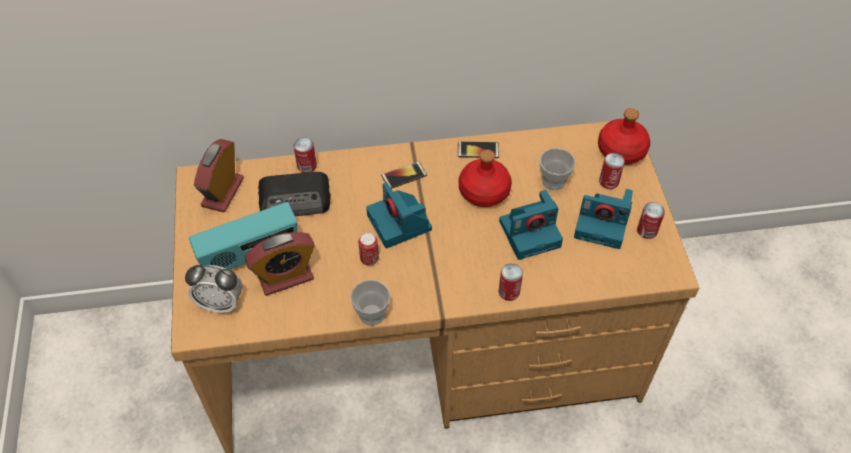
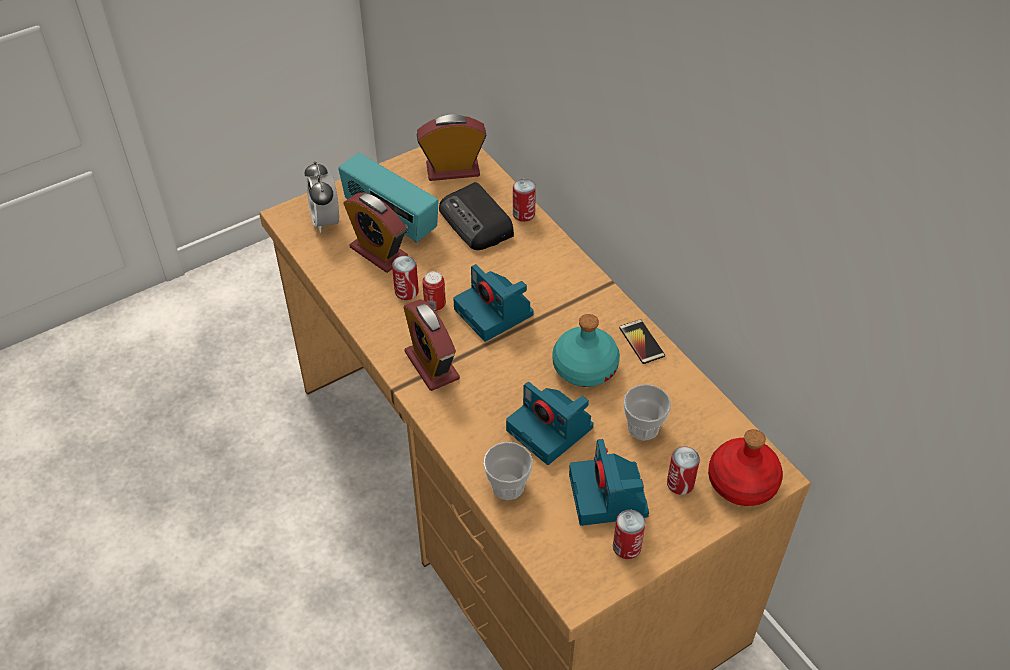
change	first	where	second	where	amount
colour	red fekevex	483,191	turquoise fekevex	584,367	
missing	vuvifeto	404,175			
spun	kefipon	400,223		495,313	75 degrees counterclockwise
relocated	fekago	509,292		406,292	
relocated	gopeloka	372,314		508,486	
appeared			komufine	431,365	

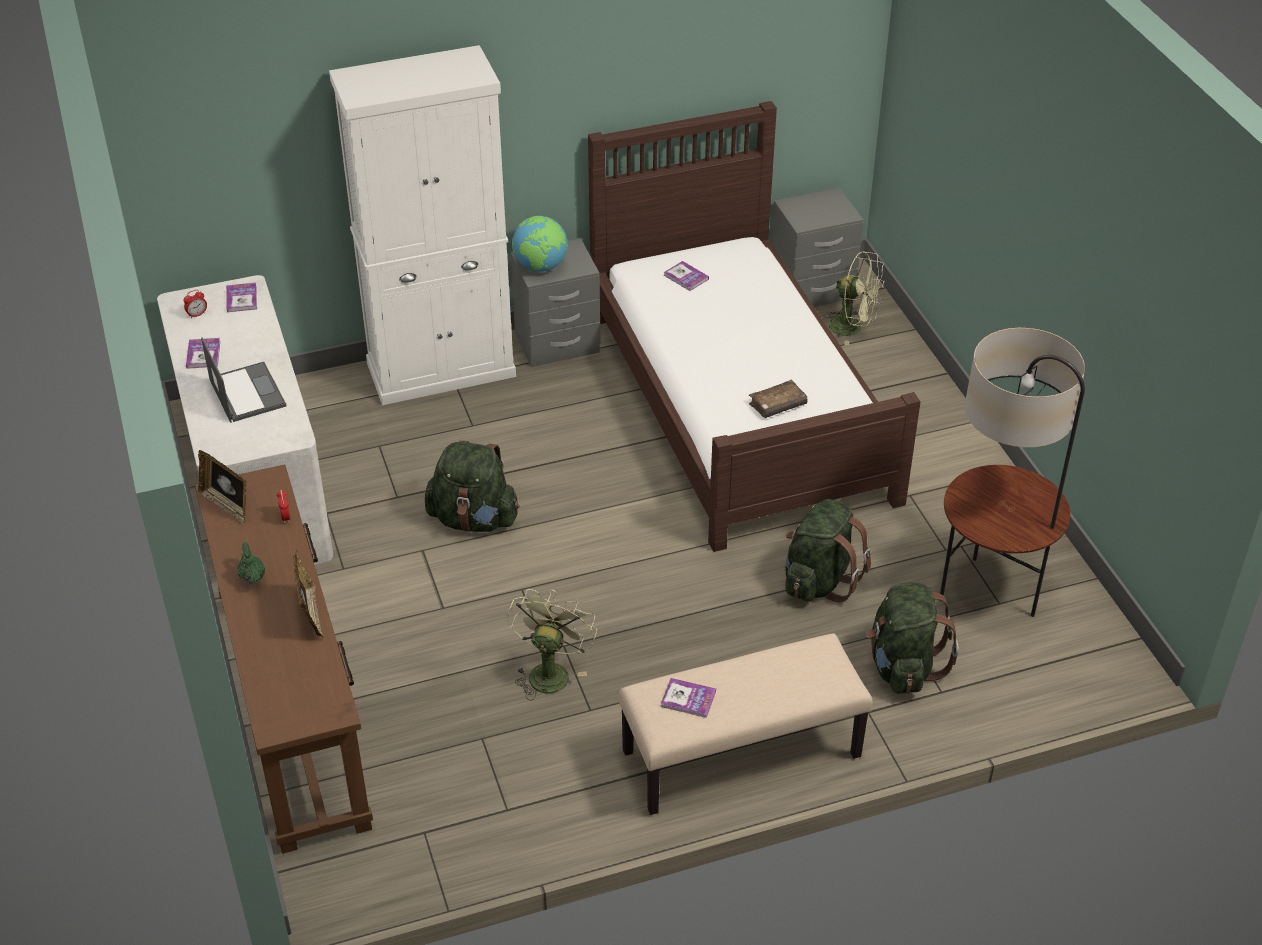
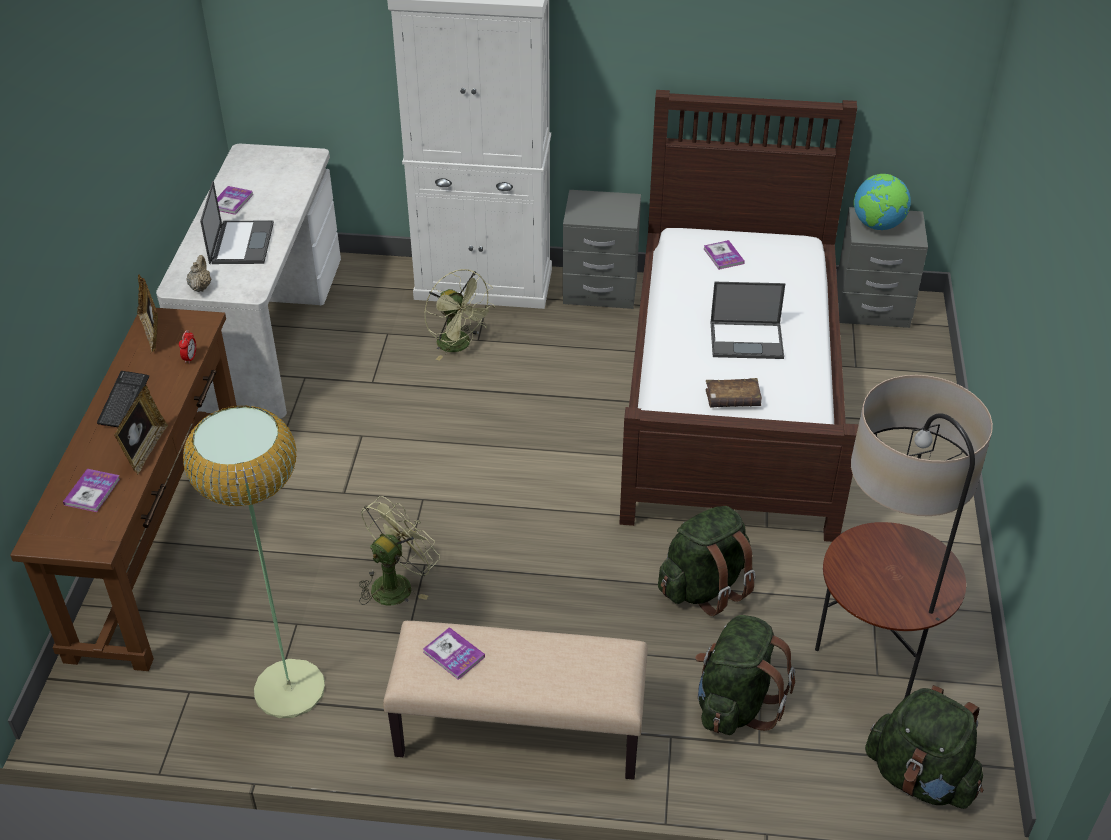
change	first	where	second	where	amount
relocated	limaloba	541,267		877,225	
relocated	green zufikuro	853,328		459,345	
relocated	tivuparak	241,298		92,491	
missing	komufine	197,314			
relocated	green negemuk	474,519		920,777	
exchanged	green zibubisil	252,577	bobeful	124,401	
appeared			beige zibubisil	200,287	
appeared			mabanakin	747,340	
appeared			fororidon	289,689	

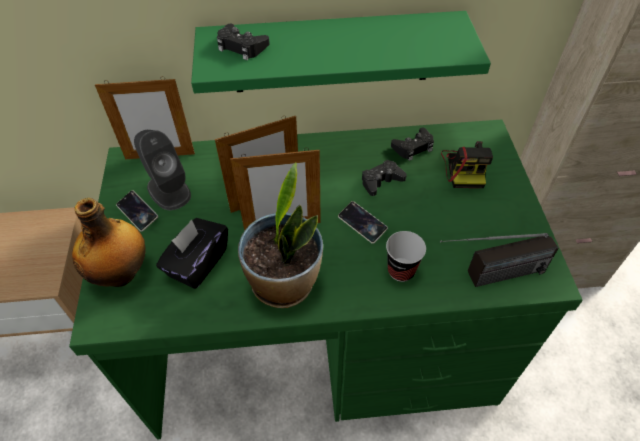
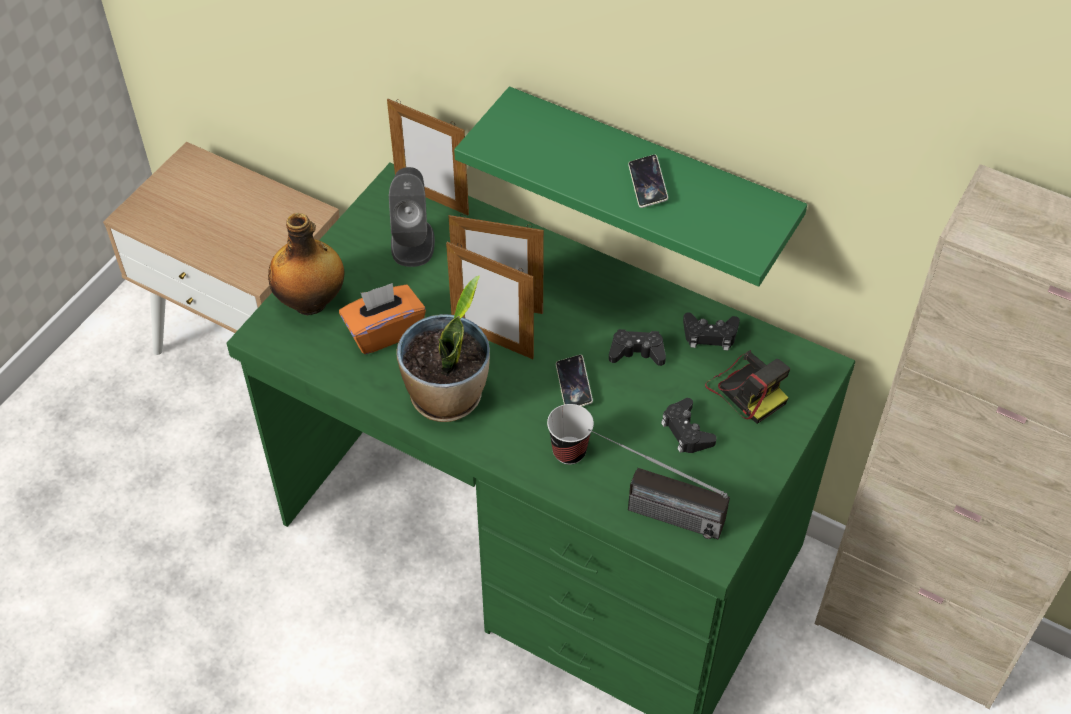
change	first	where	second	where	amount
relocated	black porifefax	241,47		686,431	
spun	kefipon	465,168		746,390	75 degrees counterclockwise
relocated	vuvifeto	137,212		647,184	
colour	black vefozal	197,263	orange vefozal	384,331	

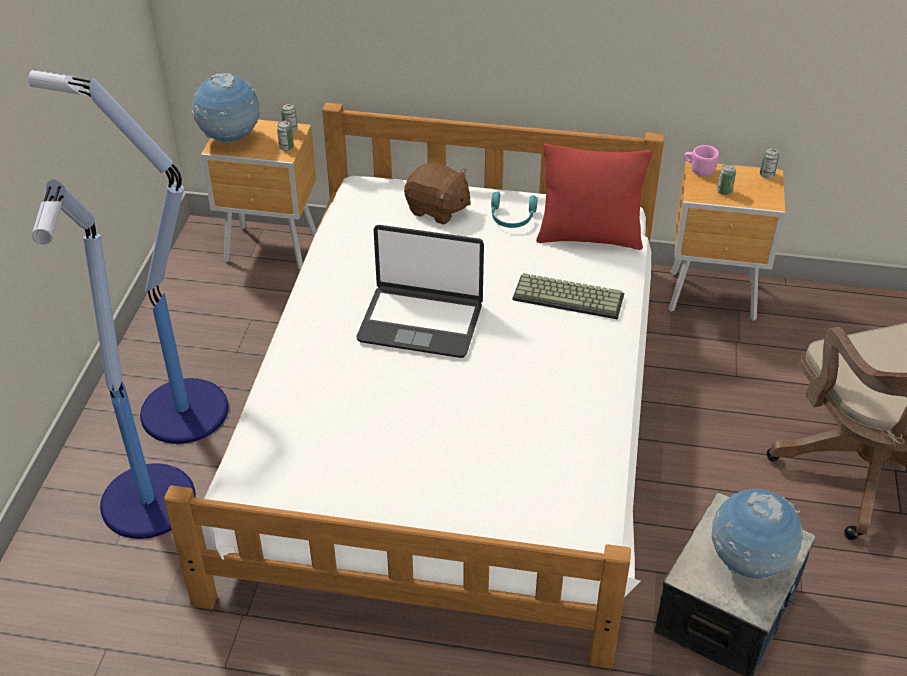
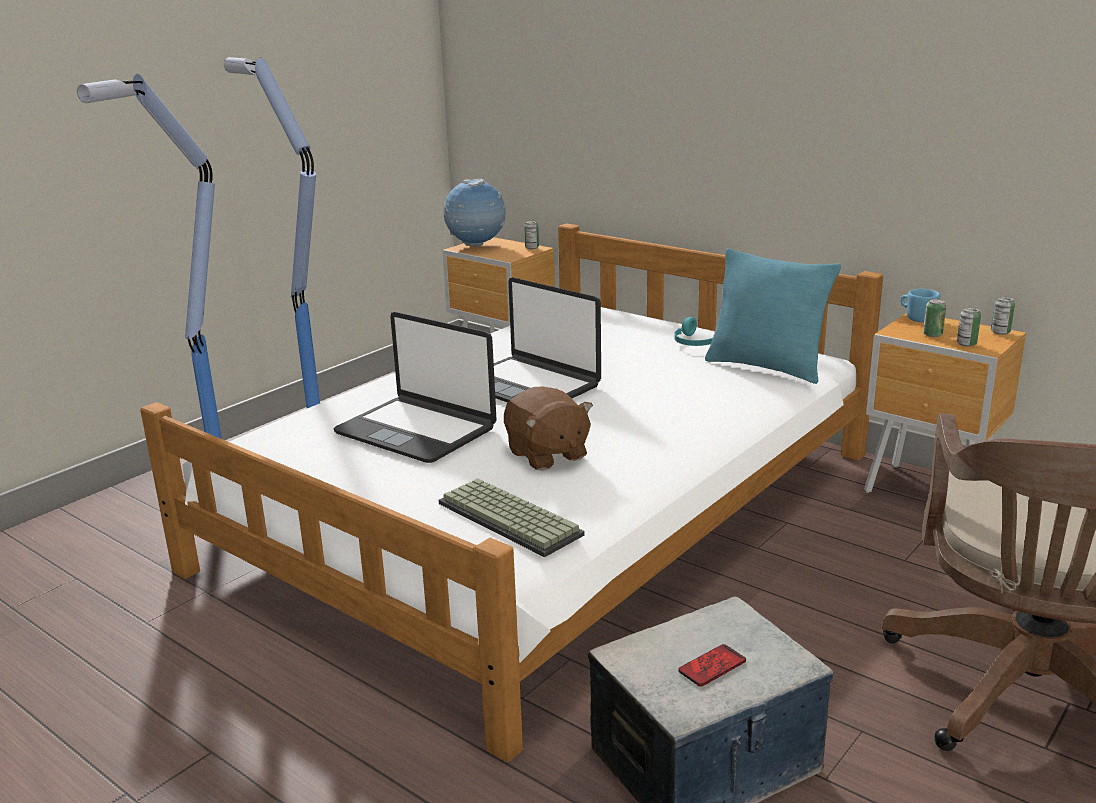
change	first	where	second	where	amount
relocated	fekago	286,147		966,344	
colour	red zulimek	589,237	turquoise zulimek	766,367	
colour	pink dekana	698,170	blue dekana	917,318	
relocated	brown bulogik	437,209		547,455	
relocated	bobeful	569,296		512,518	
exchanged	limaloba	748,563	vuvifeto	712,666	
appeared			mabanakin	417,430	

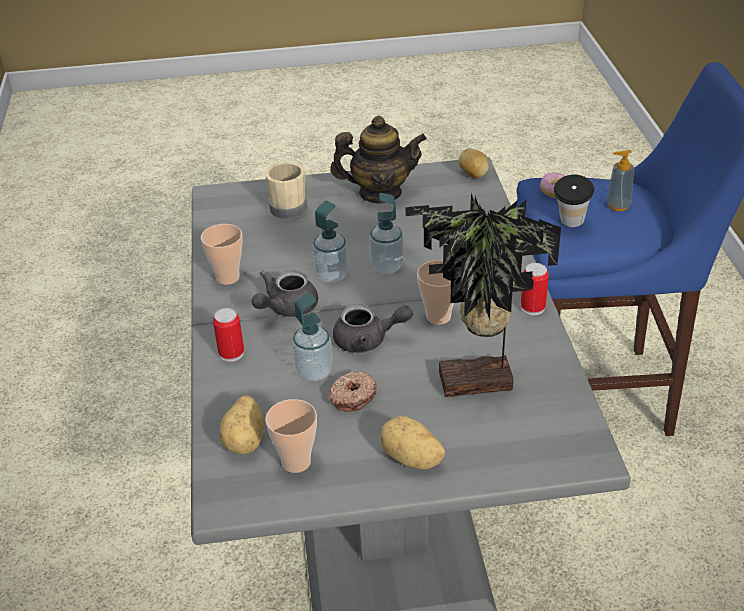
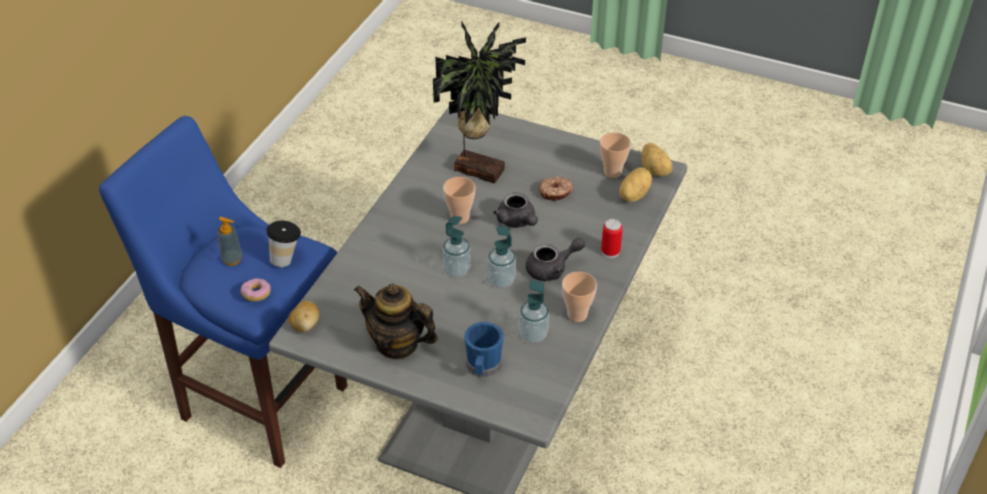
change	first	where	second	where	amount
colour	beige dekana	287,206	blue dekana	483,367	
missing	fekago	532,308			
relocated	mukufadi	314,372		533,335	
spun	grey zibubisil	368,340		517,222	150 degrees counterclockwise
relocated	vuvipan	411,459		655,170	

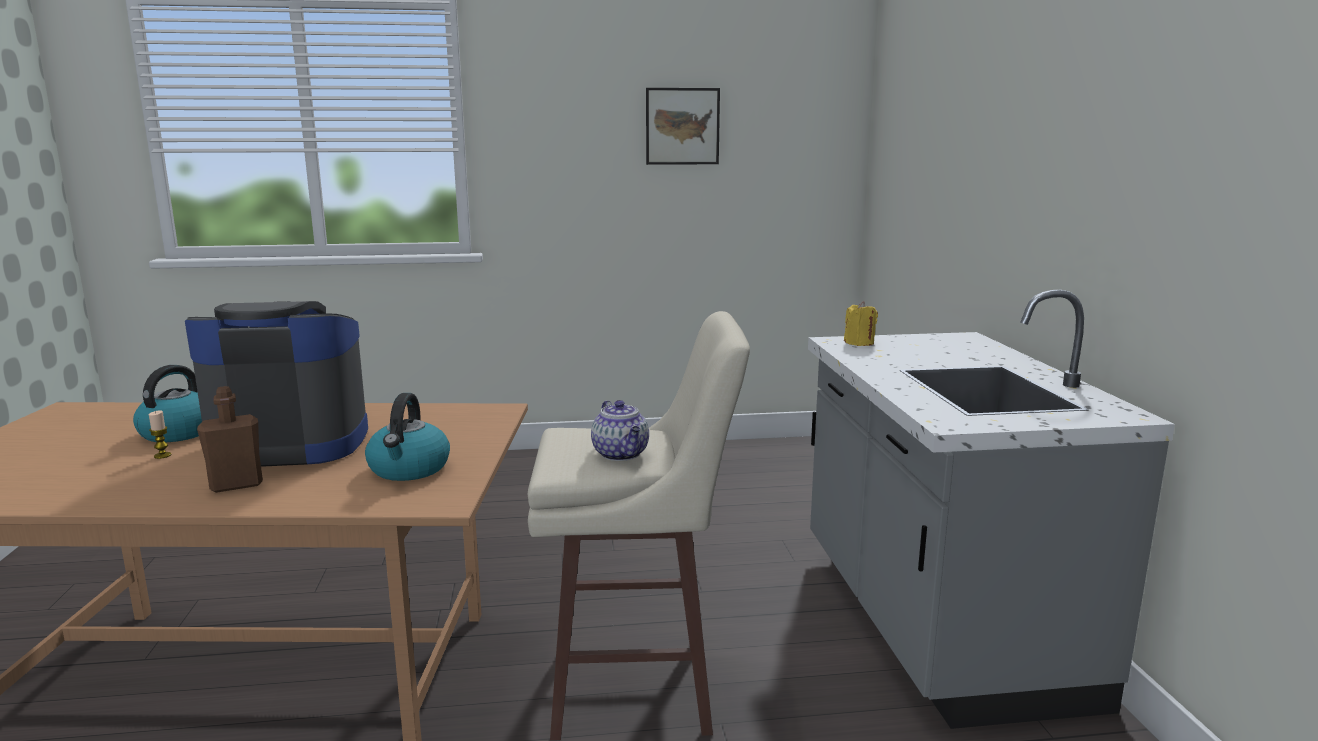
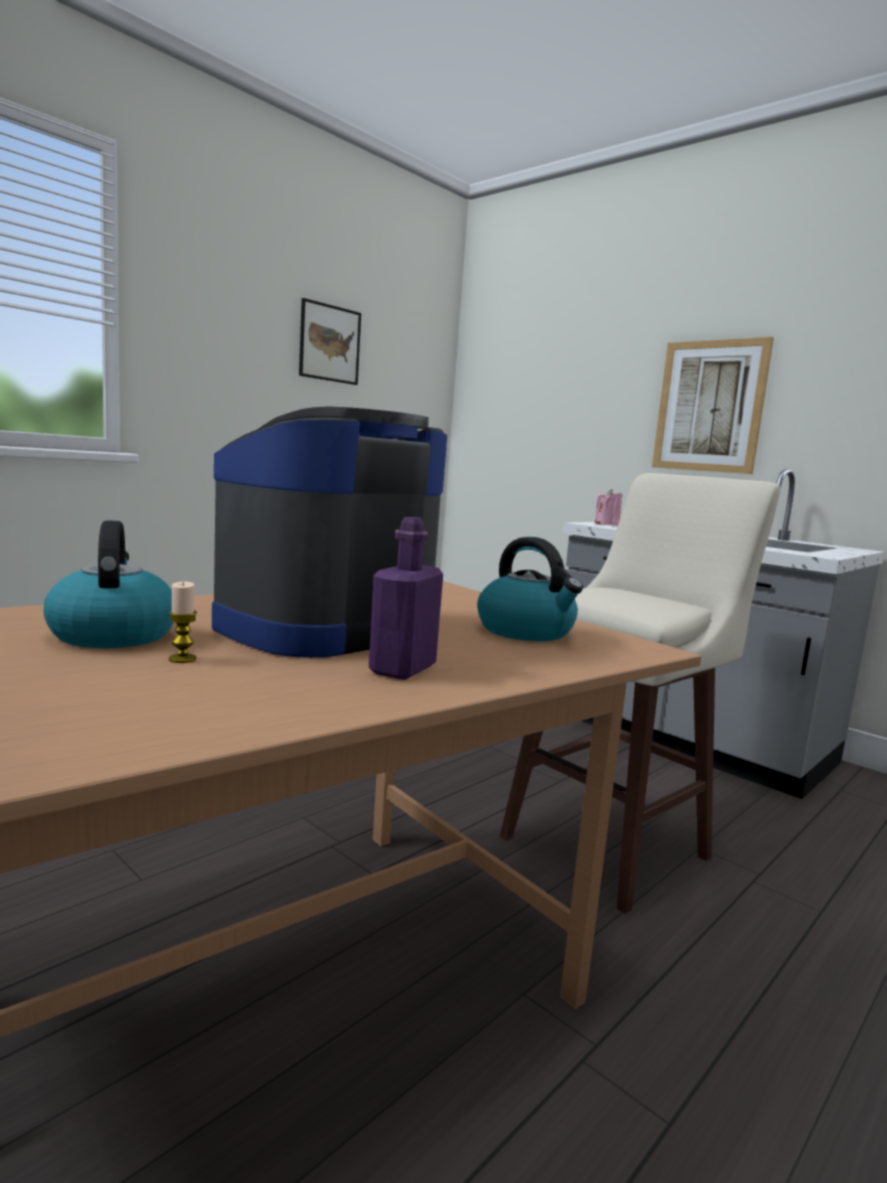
change	first	where	second	where	amount
colour	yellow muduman	859,343	pink muduman	606,524	
colour	brown fekevex	236,485	purple fekevex	402,669	
missing	zibubisil	621,454			
appeared			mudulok	709,406	

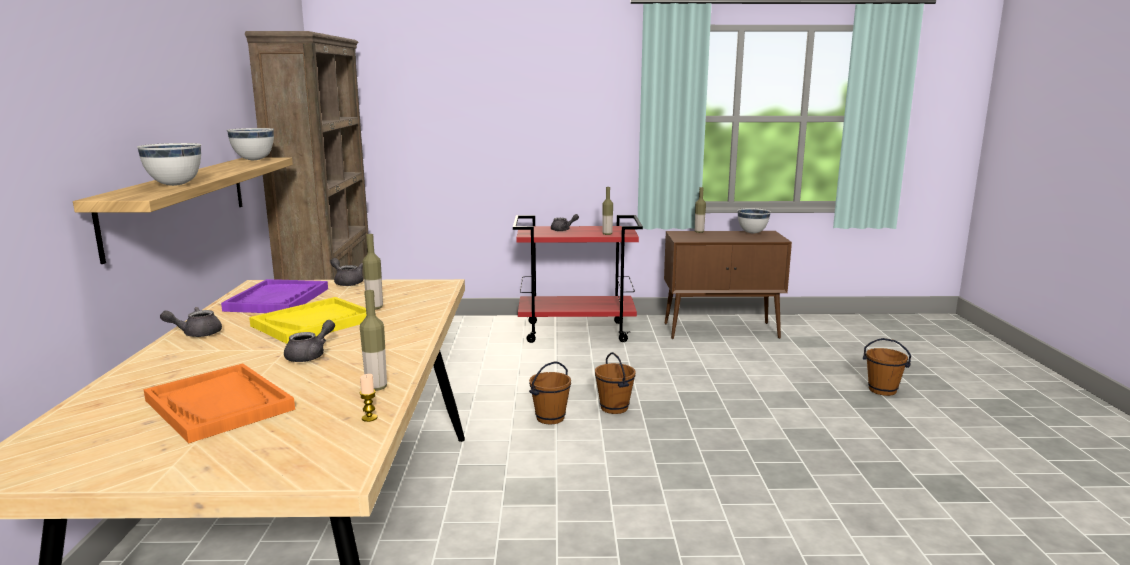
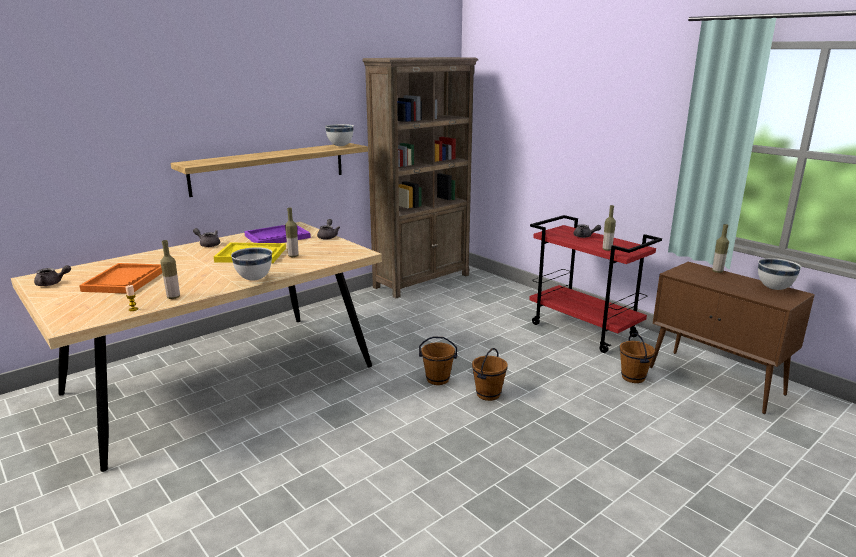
change	first	where	second	where	amount
relocated	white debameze	174,185		254,279	
relocated	grey zibubisil	311,355		52,283	
relocated	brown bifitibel	882,390		633,377	

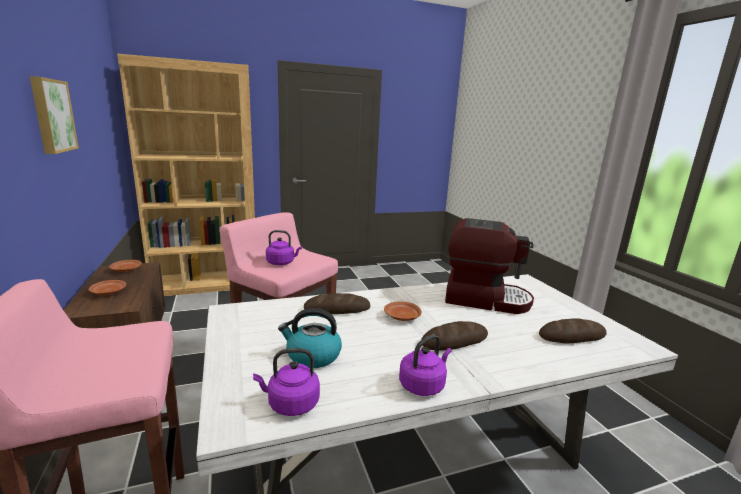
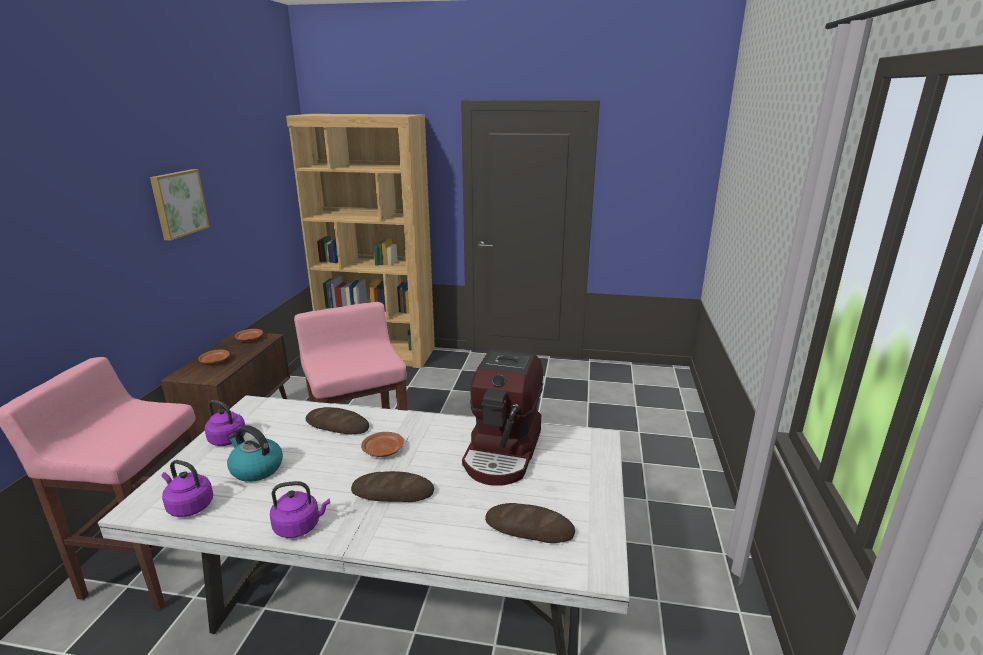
change	first	where	second	where	amount
spun	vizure	484,298		504,451	60 degrees clockwise
relocated	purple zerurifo	282,263		229,440	

